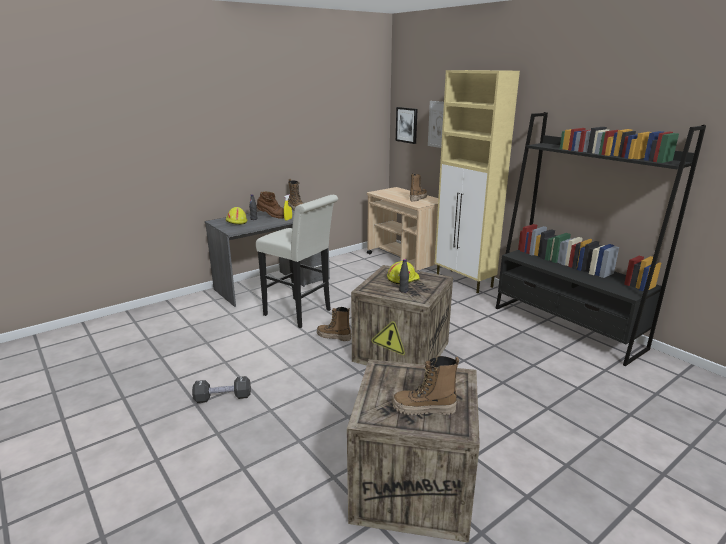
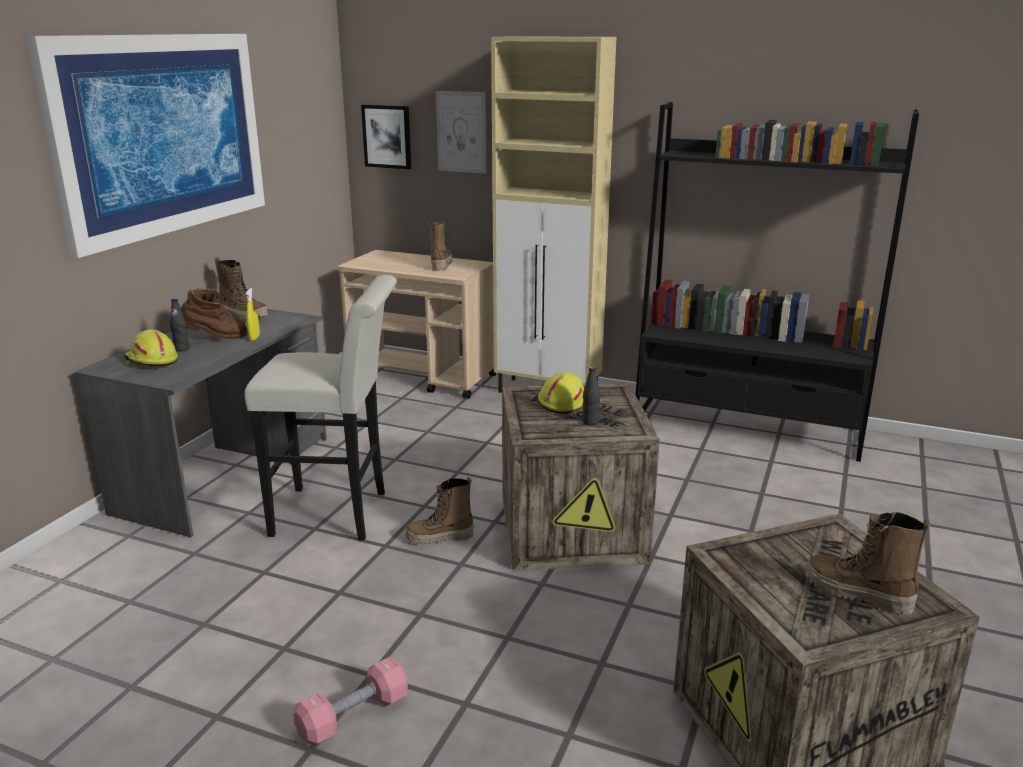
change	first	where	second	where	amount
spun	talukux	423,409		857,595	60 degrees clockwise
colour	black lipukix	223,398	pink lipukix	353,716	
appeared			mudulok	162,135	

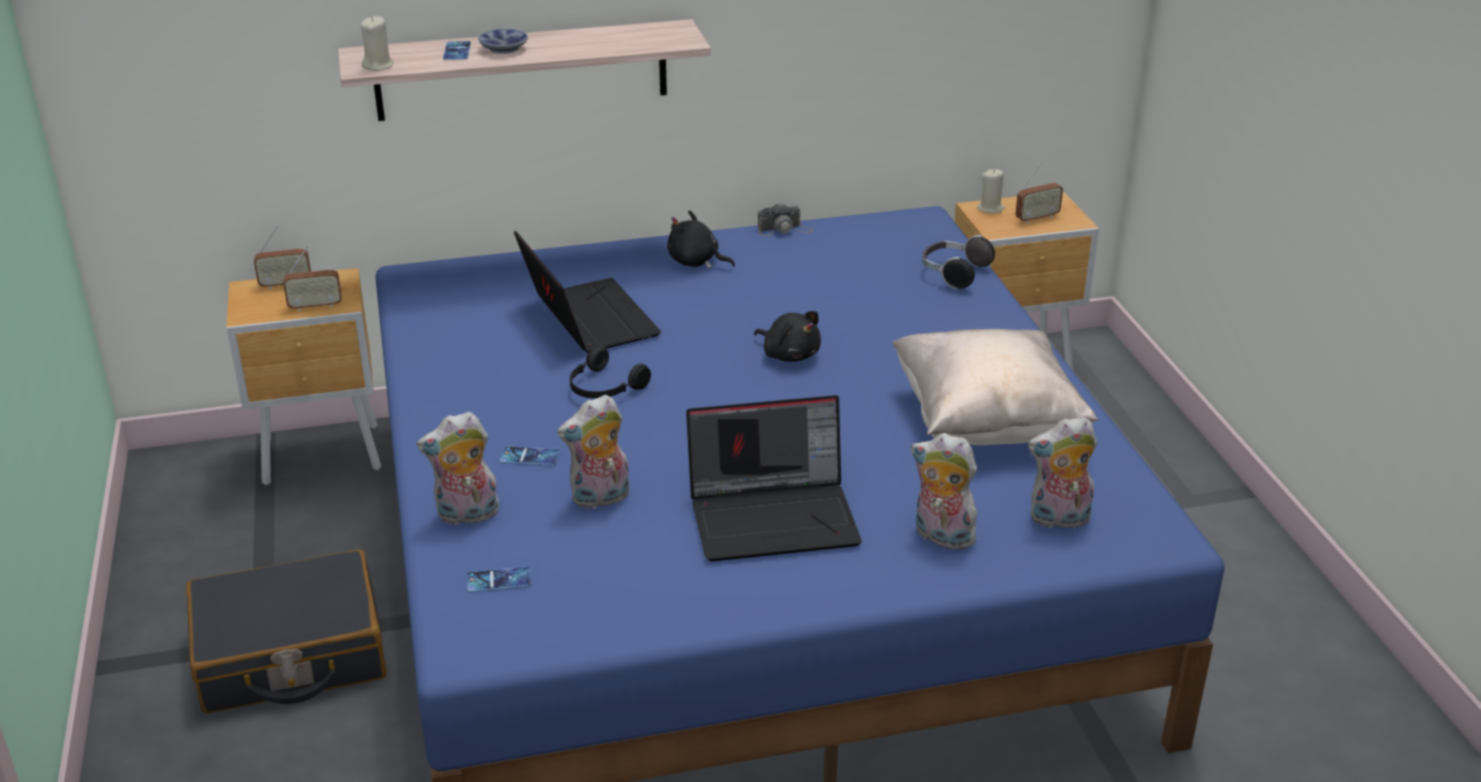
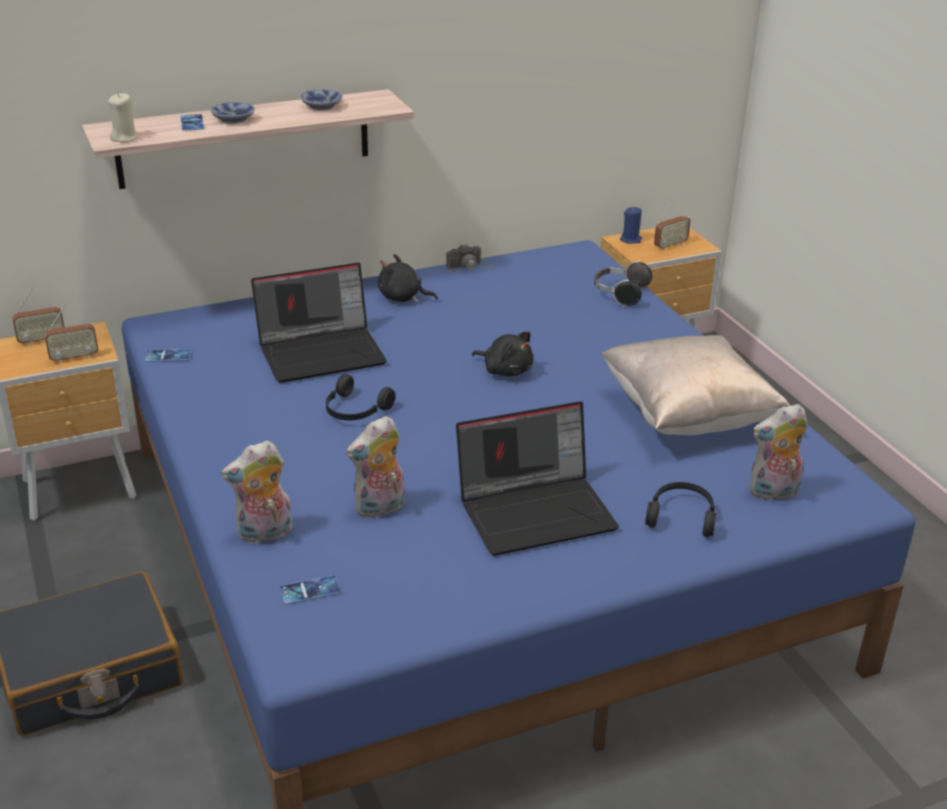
change	first	where	second	where	amount
colour	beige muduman	990,208	blue muduman	631,240	
spun	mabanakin	586,319		322,352	105 degrees clockwise
exchanged	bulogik	940,537	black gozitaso	682,516	
relocated	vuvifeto	529,457		168,356	
appeared			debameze	320,106	

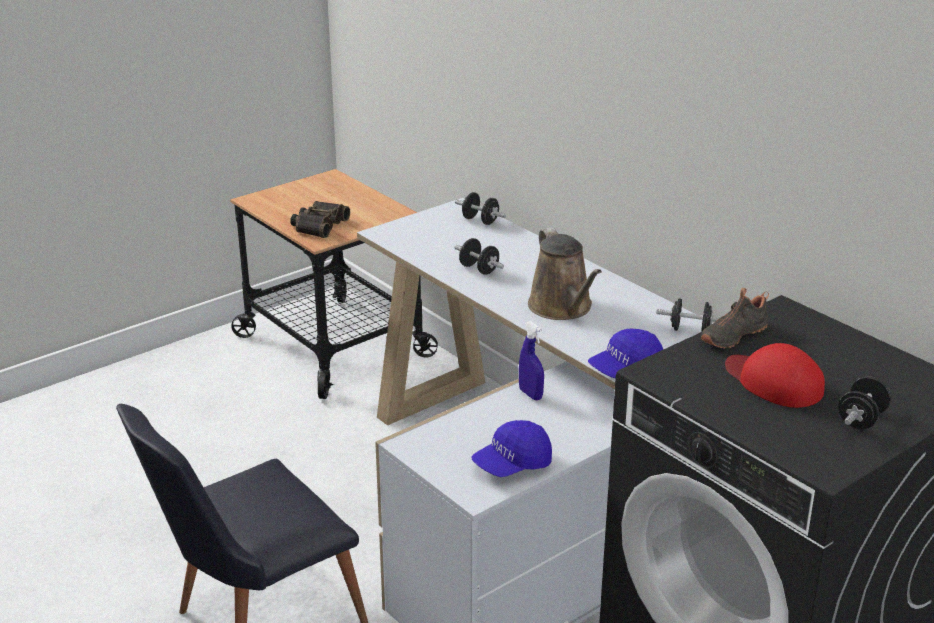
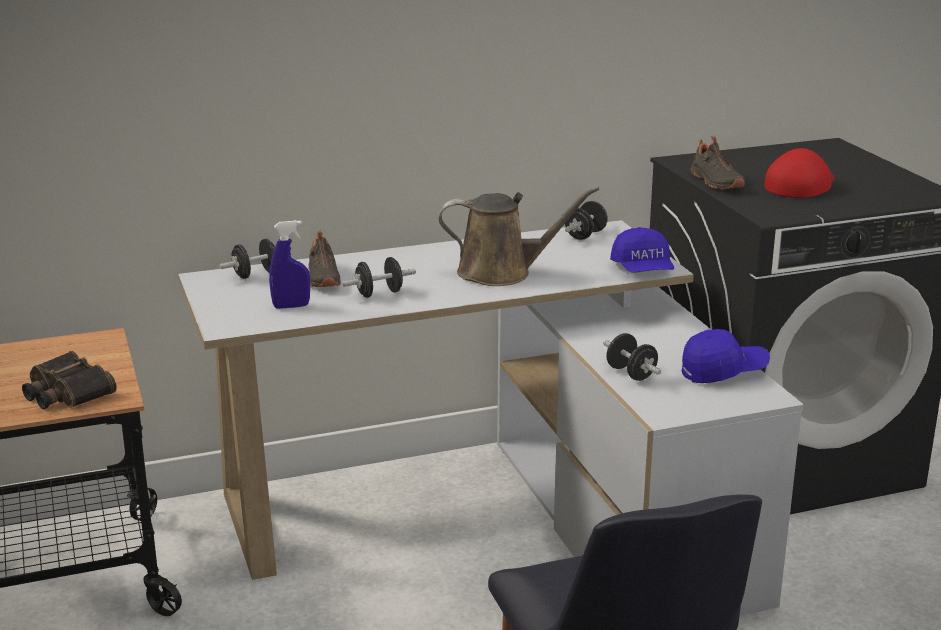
change	first	where	second	where	amount
relocated	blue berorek	530,394		291,306	
spun	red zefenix	773,382		801,185	150 degrees clockwise
relocated	black lipukix	861,419		631,373	
spun	blue zefenix	512,465		723,372	90 degrees counterclockwise
appeared			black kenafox	322,278	

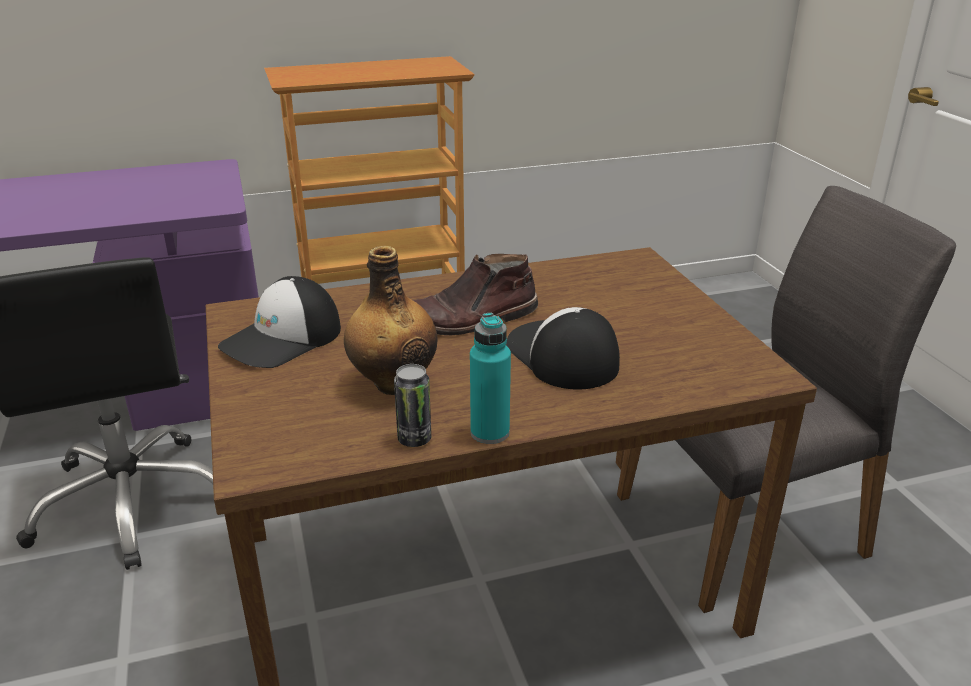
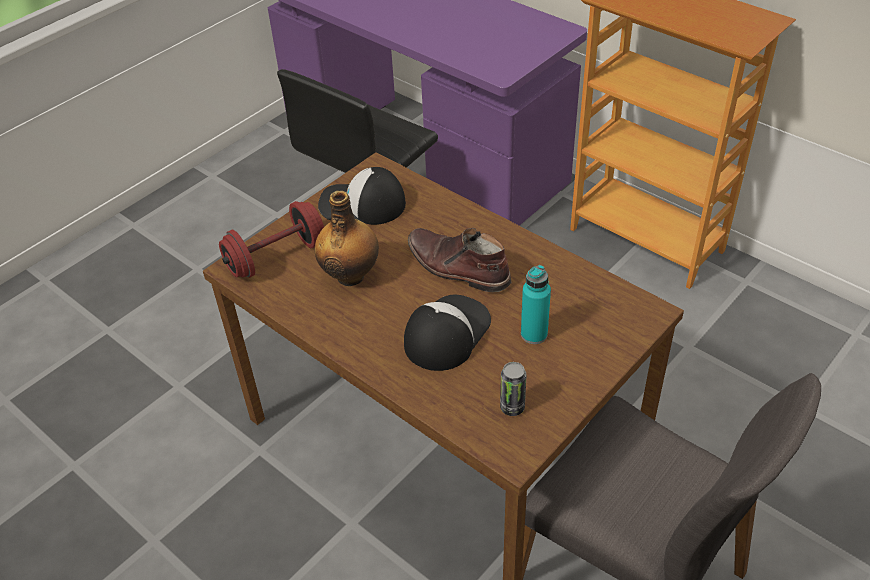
change	first	where	second	where	amount
relocated	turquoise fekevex	490,432		534,334	
relocated	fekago	414,439		512,407	
appeared			red lipukix	276,257	

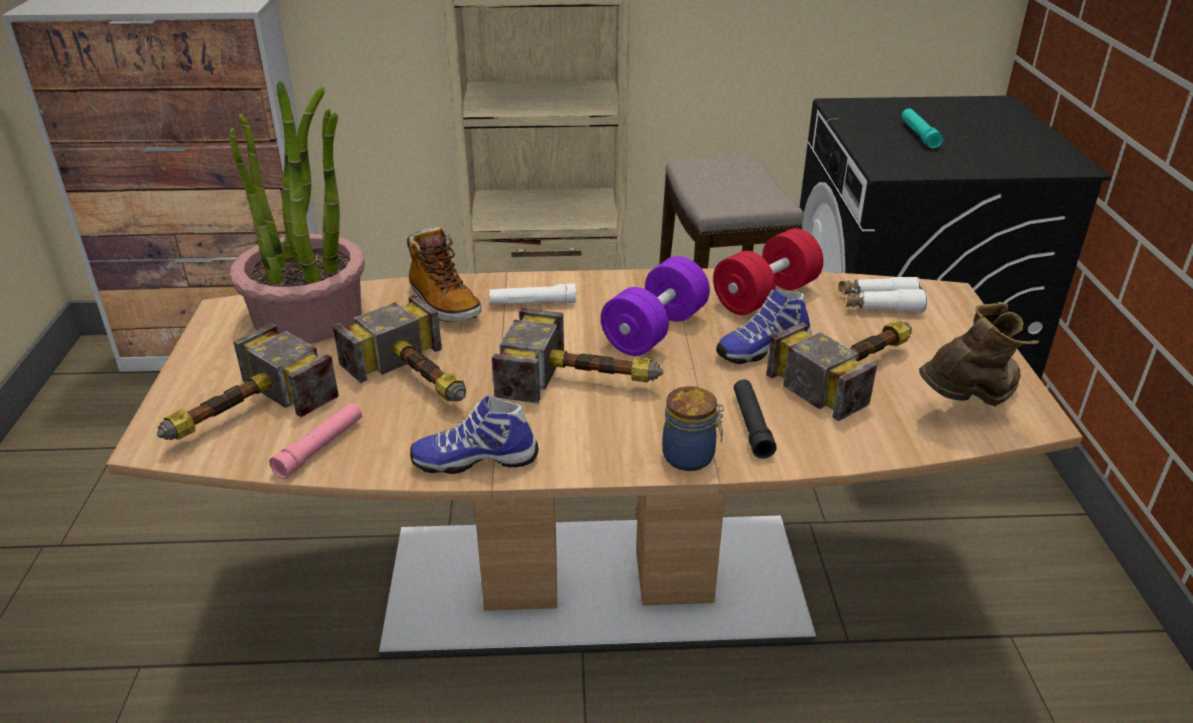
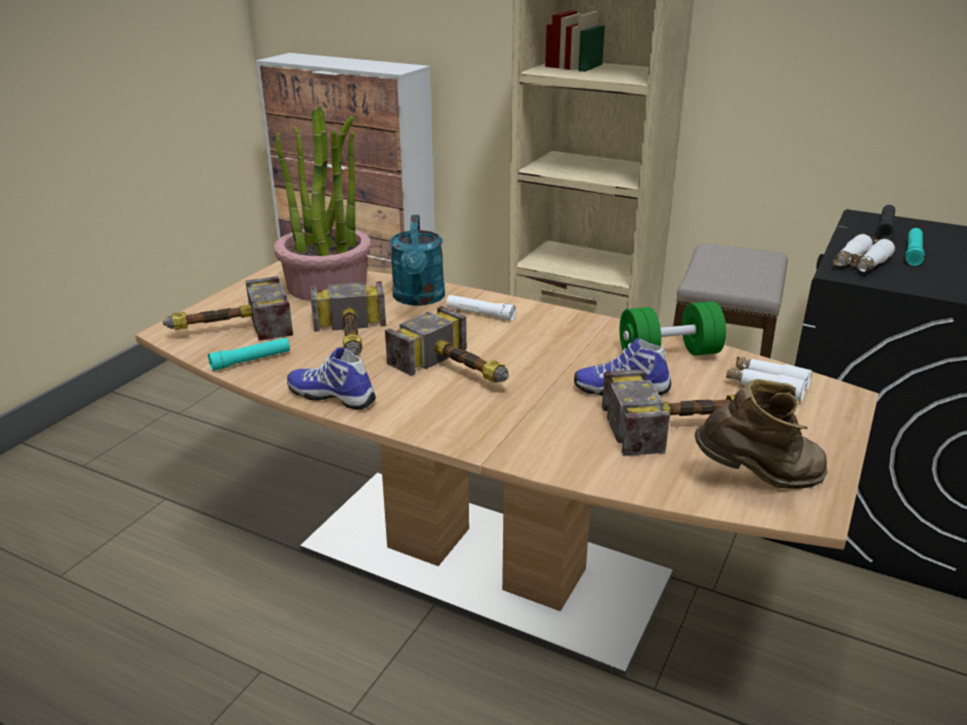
change	first	where	second	where	amount
exchanged	talukux	443,303	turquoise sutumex	419,299	
colour	red lipukix	765,296	green lipukix	669,354	
missing	purple lipukix	655,330			
relocated	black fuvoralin	751,425		885,227	
missing	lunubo	690,457			
colour	pink fuvoralin	320,447	turquoise fuvoralin	251,360	
appeared			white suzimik	860,264	

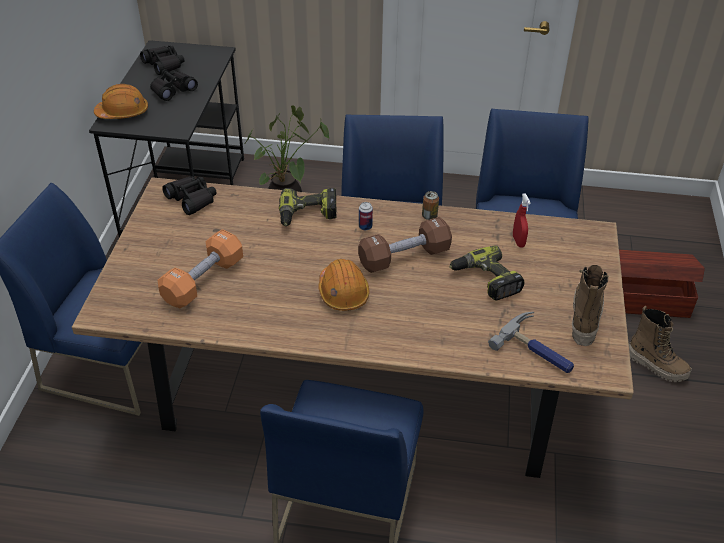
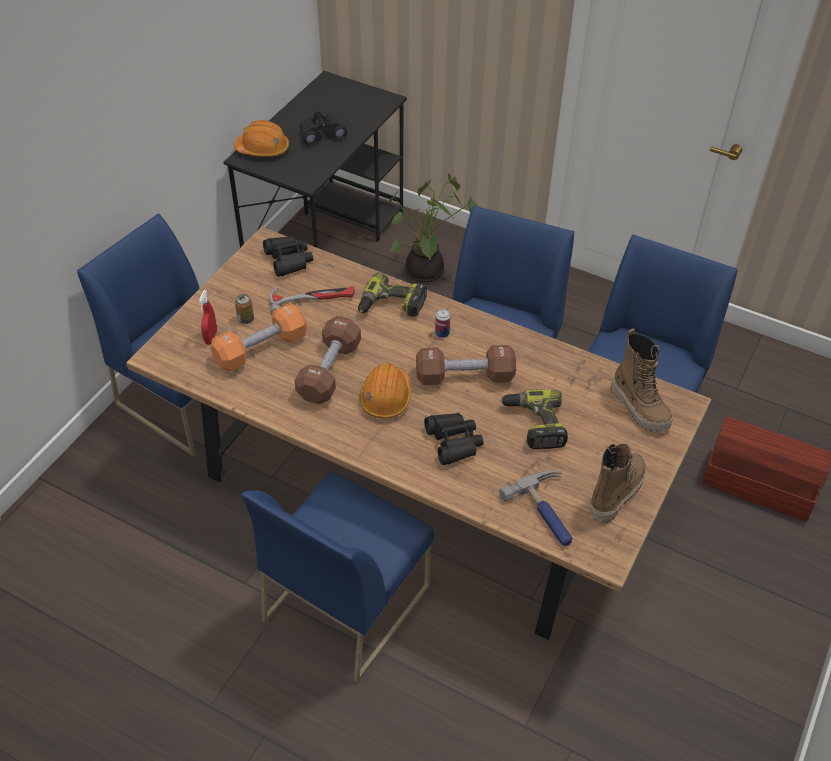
change	first	where	second	where	amount
relocated	black suzimik	164,65		453,442	
relocated	fekago	429,216		246,319	
relocated	red berorek	518,241		211,337	
relocated	talukux	656,365		639,407	
appeared			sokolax	312,298	
appeared			brown lipukix	329,371	

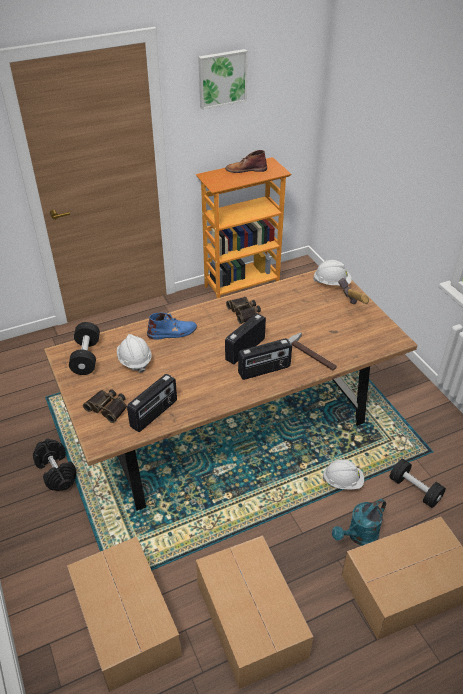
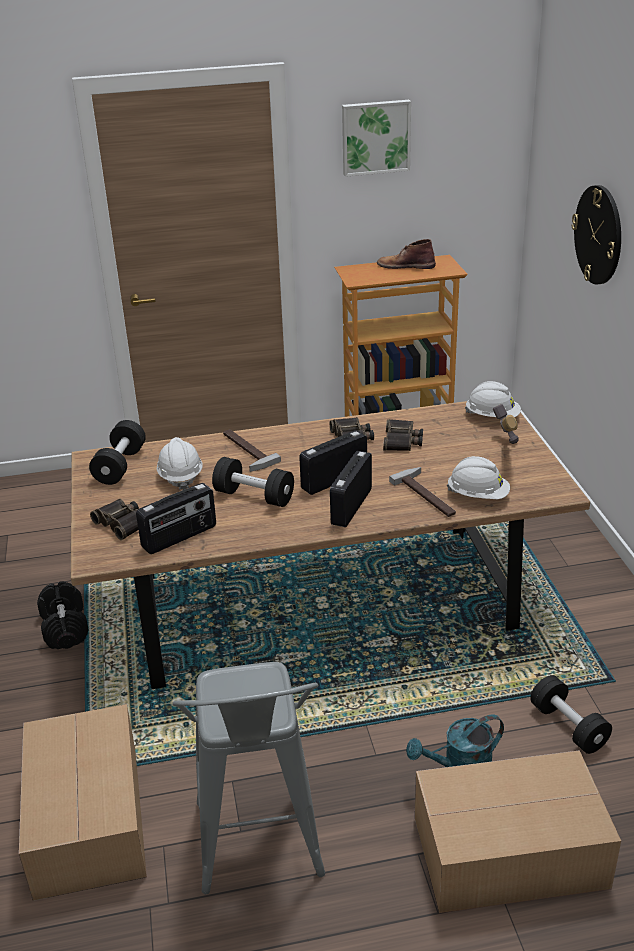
change	first	where	second	where	amount
exchanged	blue talukux	172,332	sokolax	244,451	
spun	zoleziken	264,370		350,506	120 degrees clockwise
relocated	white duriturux	343,481		478,495	
exchanged	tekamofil	250,621	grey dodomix	259,852	
appeared			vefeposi	598,235	
appeared			suzimik	402,441	
appeared			black lipukix	254,496	

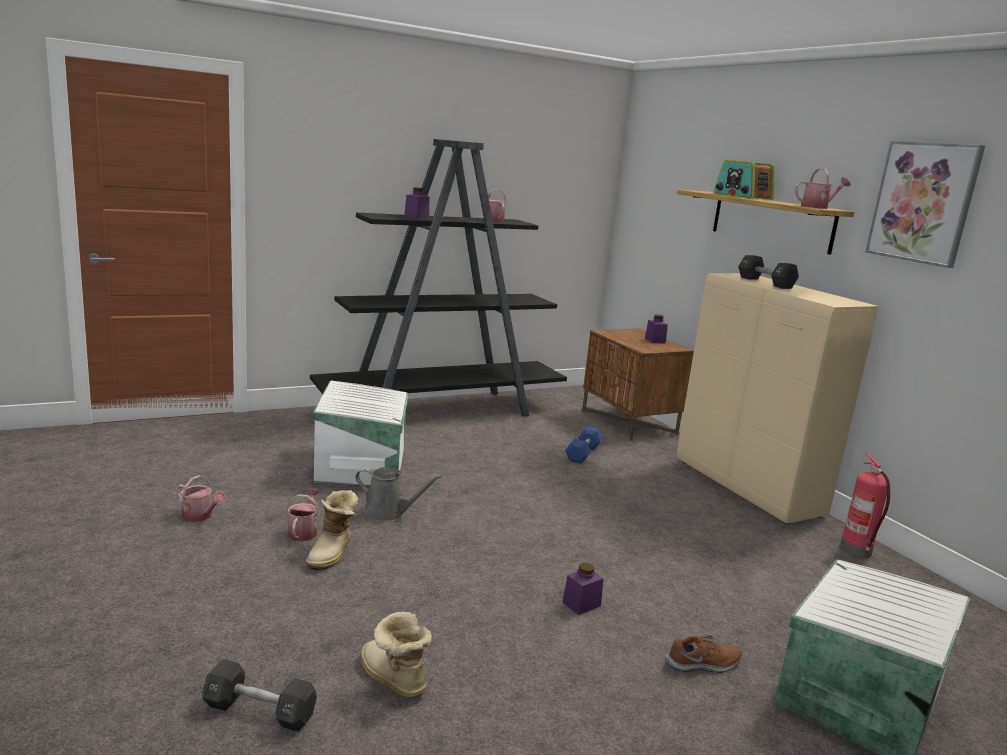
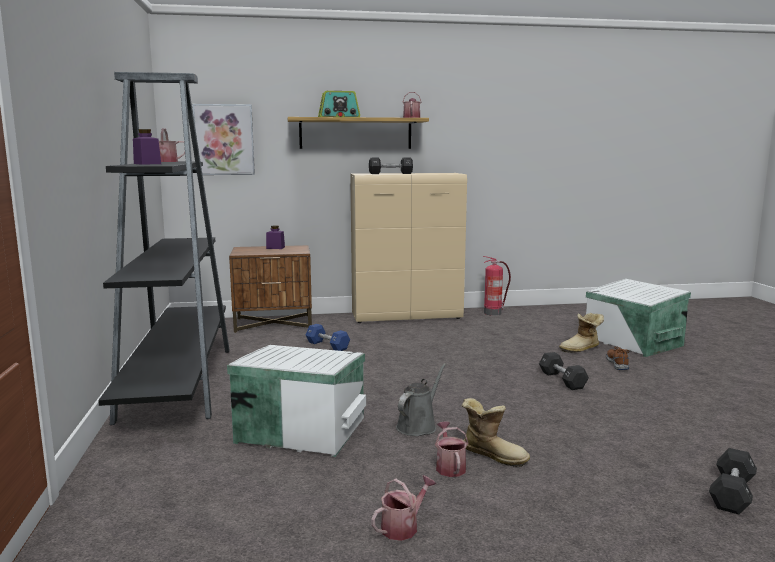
change	first	where	second	where	amount
relocated	mudulok	923,202		224,140	
spun	sutumex	303,531		449,466	60 degrees clockwise
exchanged	purple lunubo	581,604	black lipukix	562,380	
relocated	talukux	392,679		581,349	

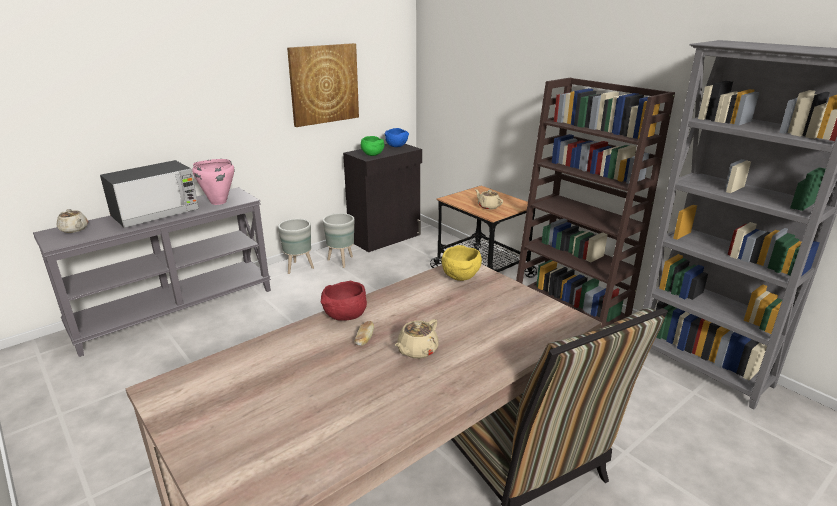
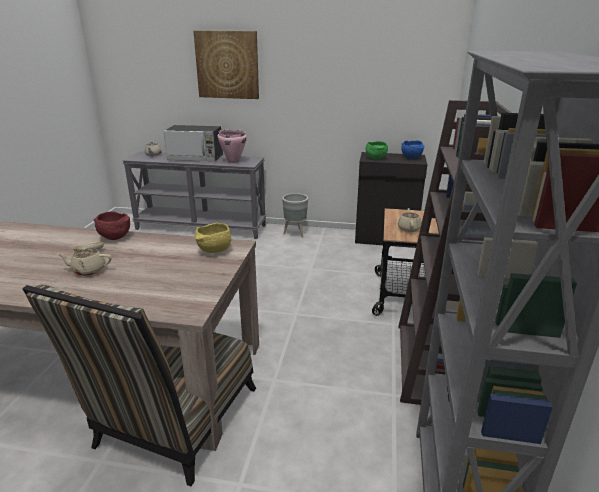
change	first	where	second	where	amount
relocated	mudulok	324,84		227,65	
missing	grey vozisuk	342,261			

